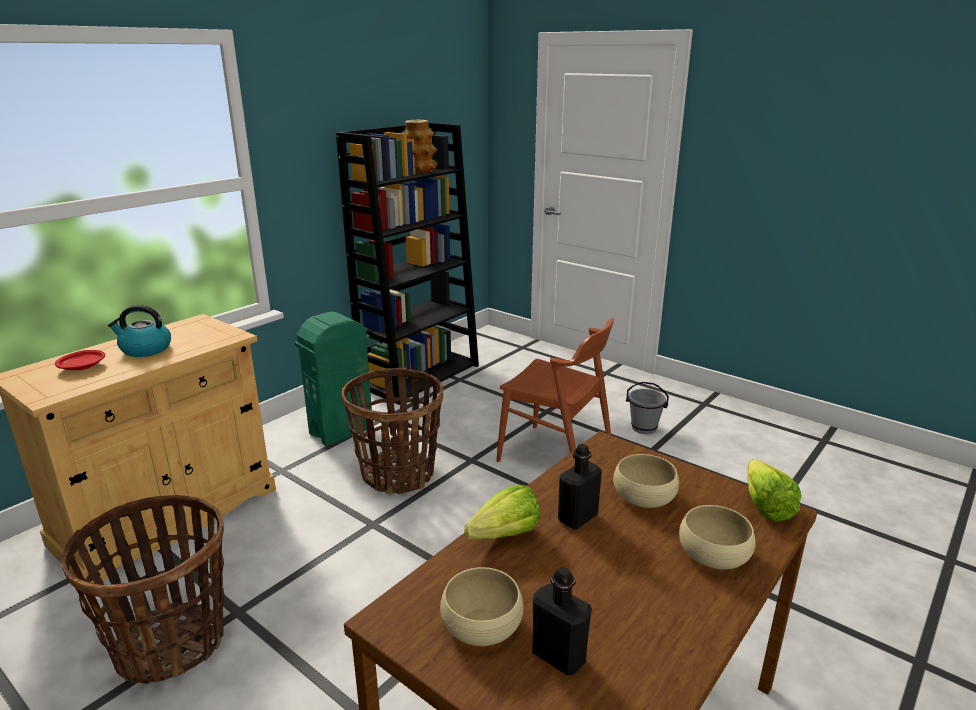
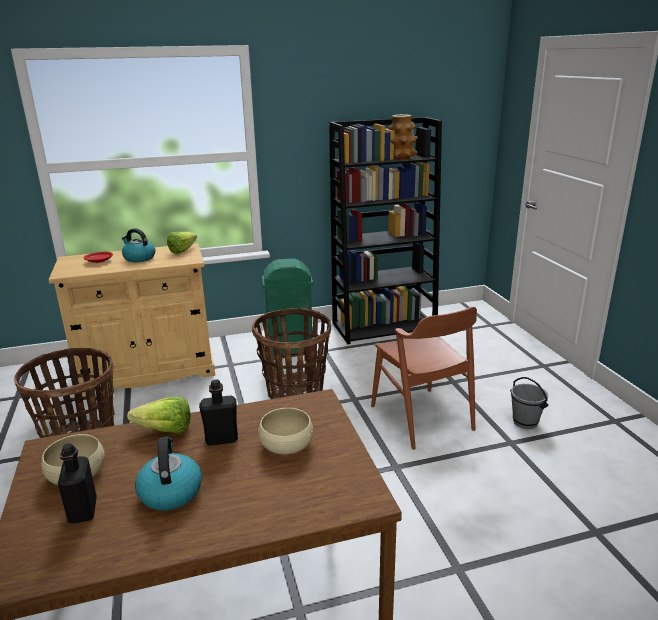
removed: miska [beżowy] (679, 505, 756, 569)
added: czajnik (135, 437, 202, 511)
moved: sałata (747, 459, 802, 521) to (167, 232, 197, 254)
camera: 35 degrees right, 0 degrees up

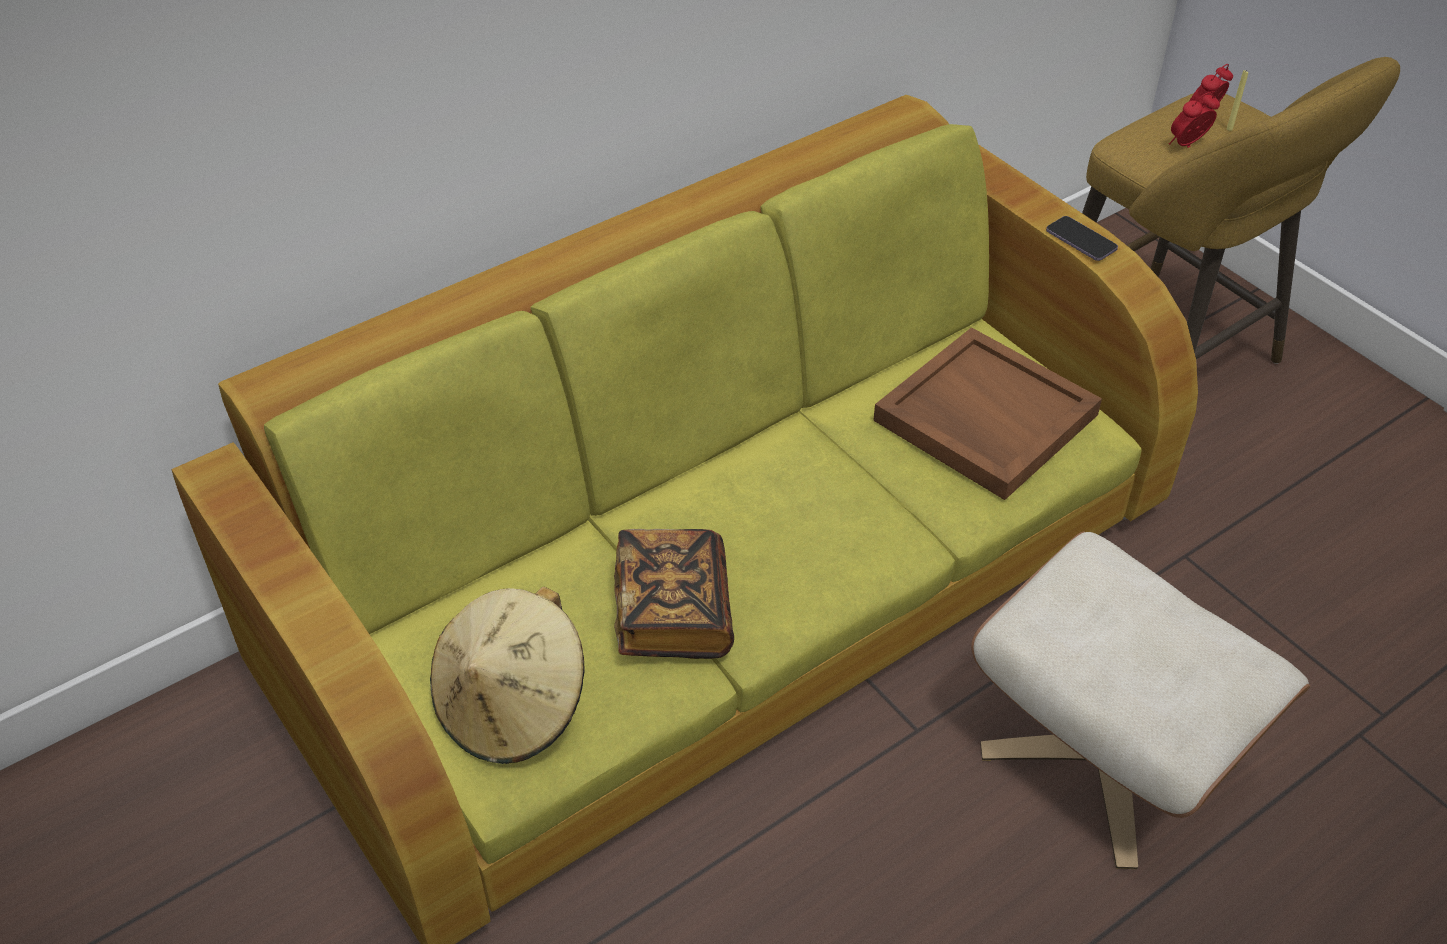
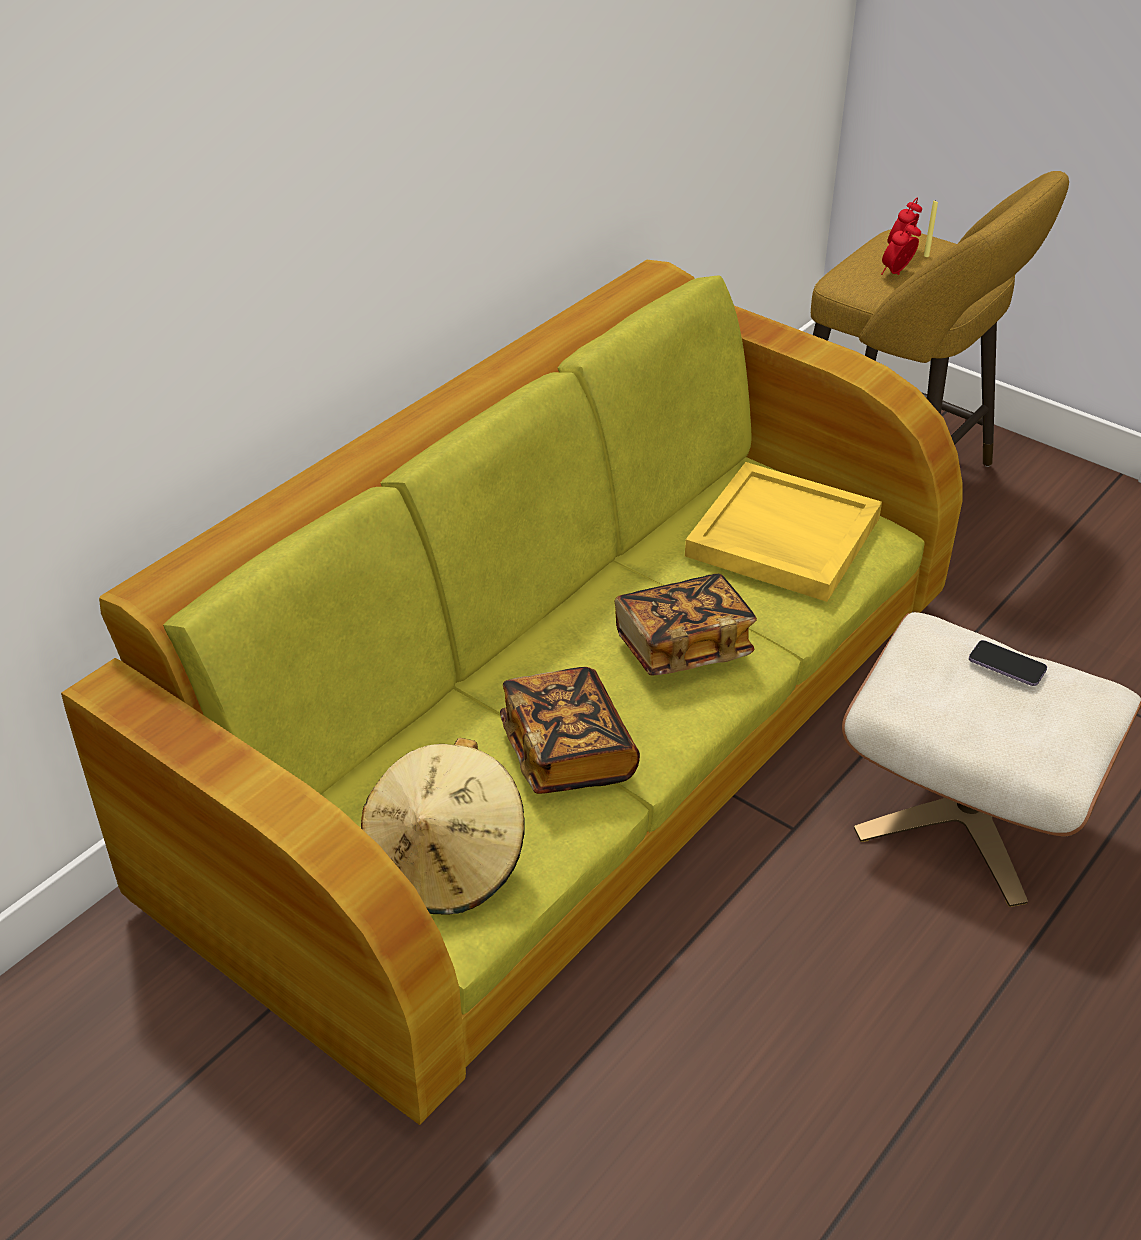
added: książka (615, 574, 757, 676)
moved: telefon (1046, 216, 1118, 261) to (969, 640, 1047, 686)
recoloured: taca [brązowy] (873, 327, 1102, 500) to taca [żółty] (685, 462, 882, 602)
camera: 15 degrees left, 5 degrees down

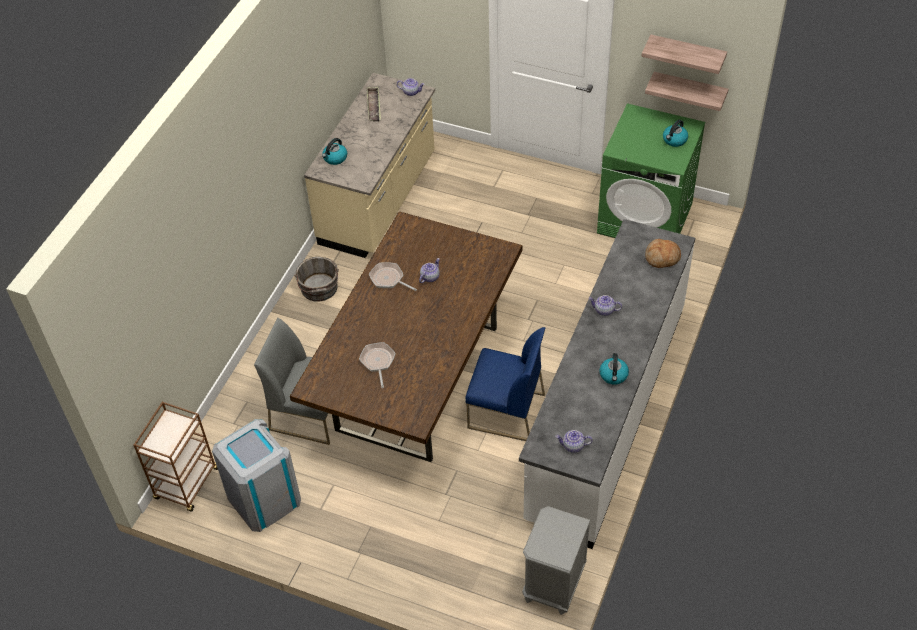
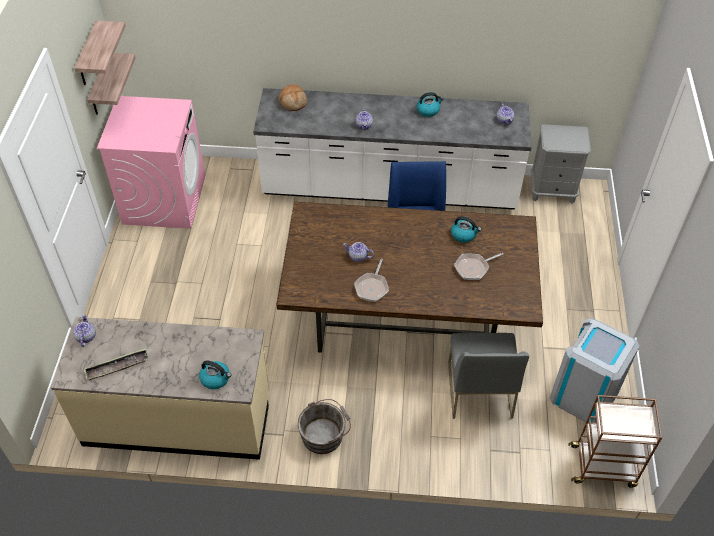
moved: czajnik (663, 120, 688, 147) to (451, 216, 481, 243)
recoloured: pralka [zielony] (597, 103, 705, 238) to pralka [różowy] (97, 96, 205, 229)
camera: 110 degrees left, 0 degrees up

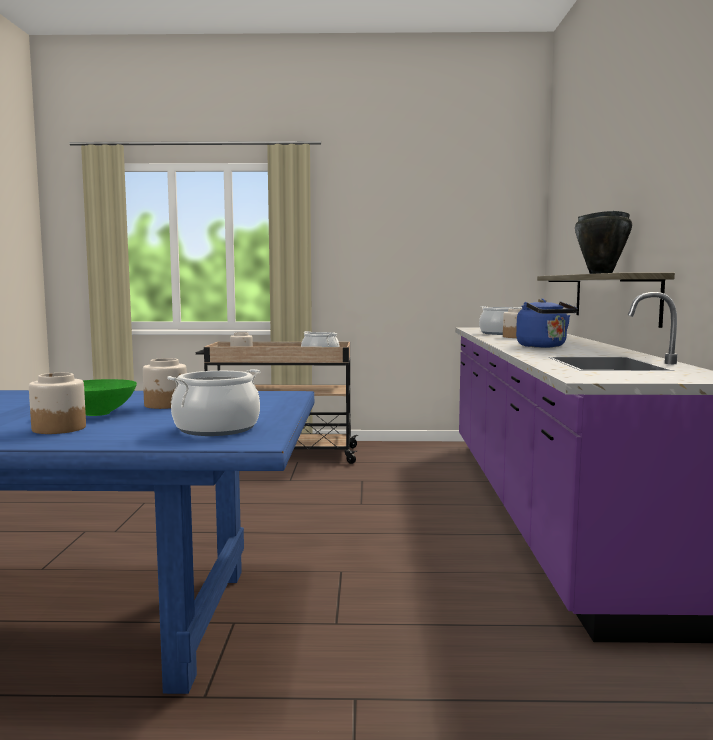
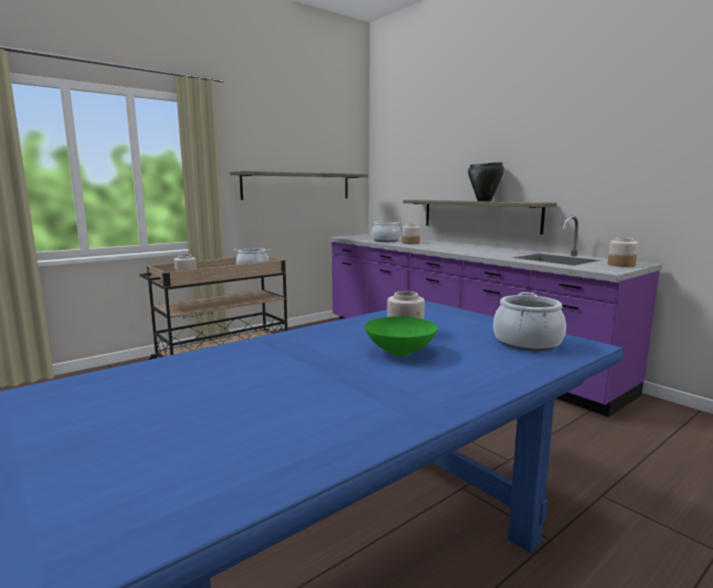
removed: czajnik [niebieski] (516, 299, 578, 348)
added: półka (230, 171, 368, 200)
moved: słoik (29, 373, 86, 434) to (608, 237, 638, 267)
camera: 40 degrees left, 5 degrees up

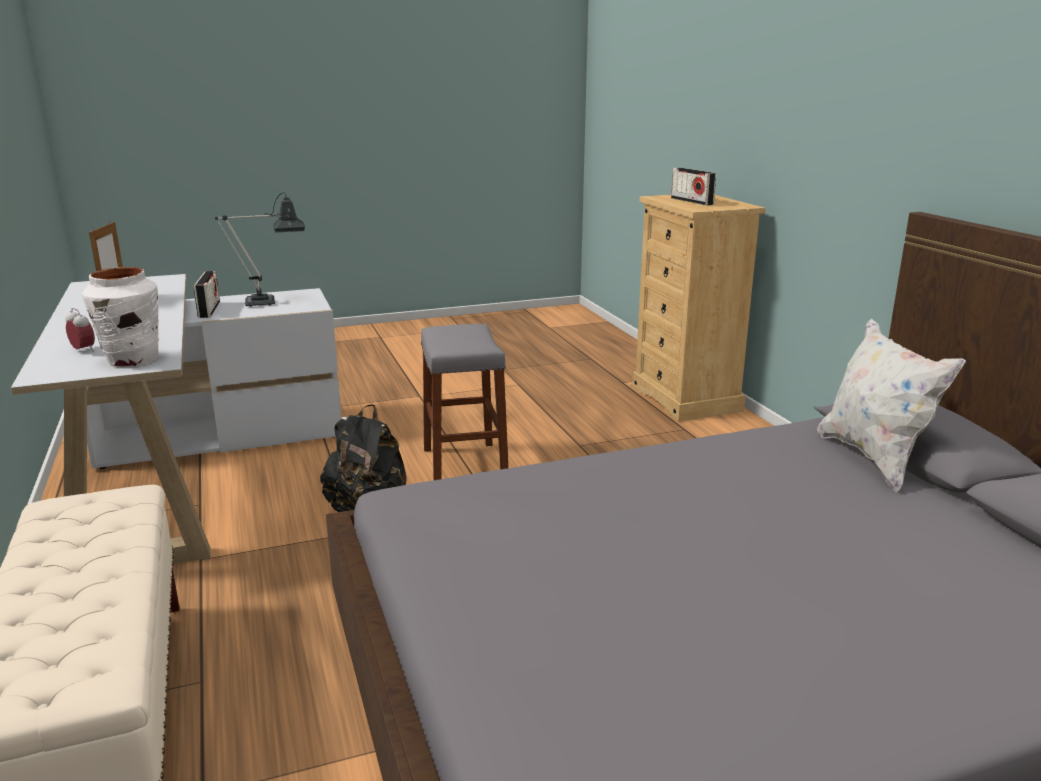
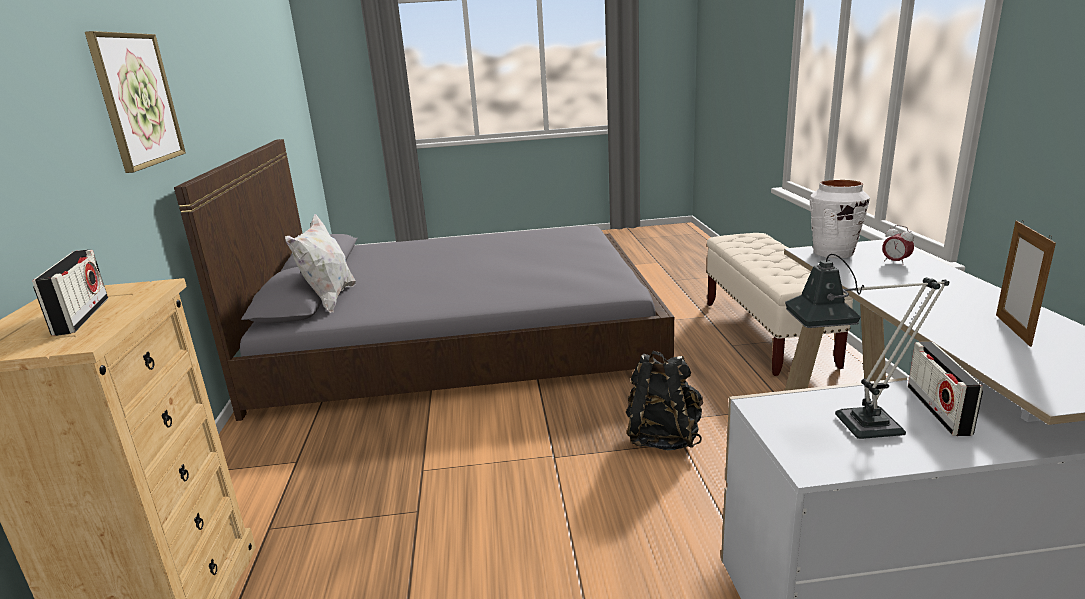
removed: stołek [szary] (421, 324, 509, 480)
added: obraz (85, 31, 186, 173)
camera: 165 degrees left, 0 degrees up

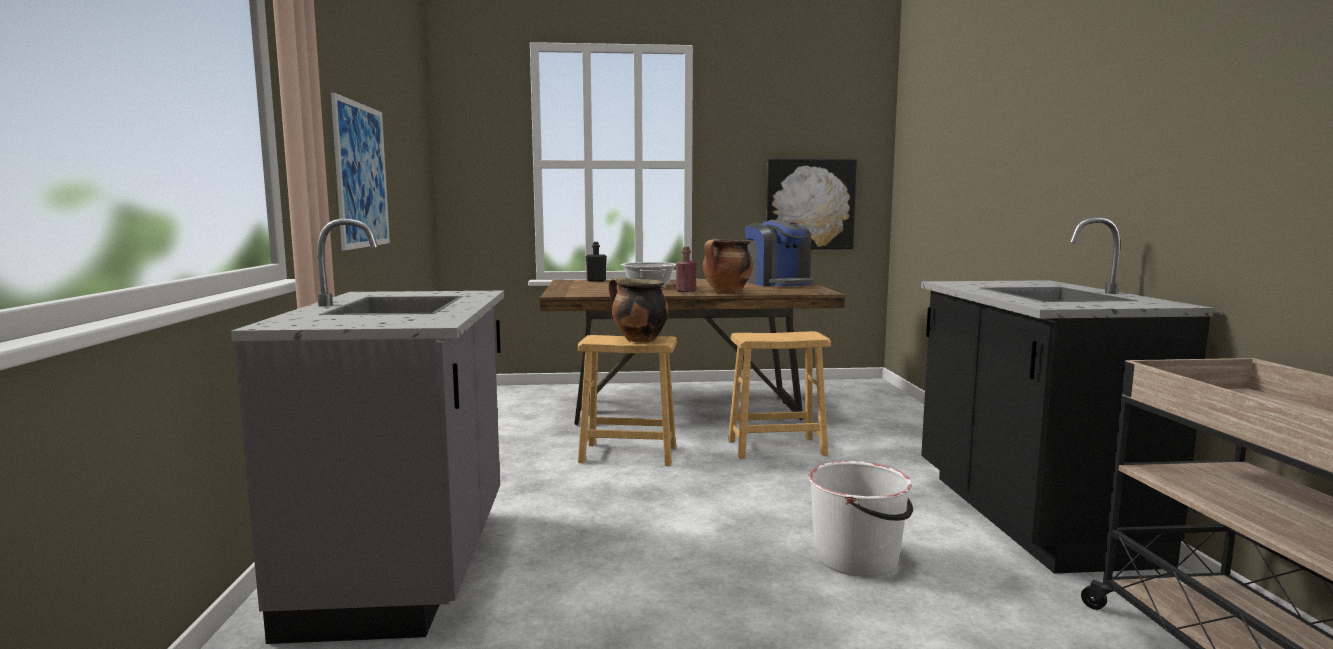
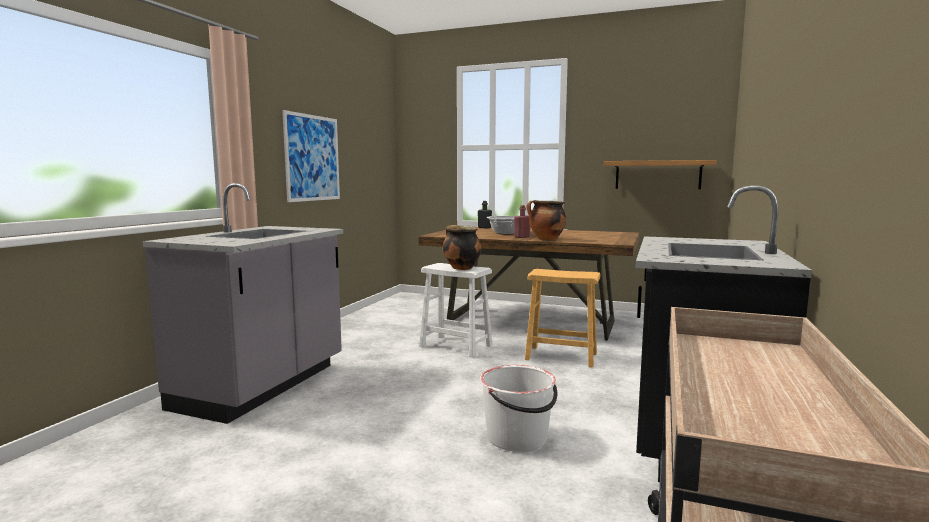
removed: ekspres do kawy (745, 220, 814, 287)
replaced: obraz (767, 159, 857, 249) to półka (604, 160, 717, 189)
recoloured: stołek [brązowy] (578, 335, 677, 466) to stołek [biały] (419, 263, 493, 357)
camera: 25 degrees right, 0 degrees up

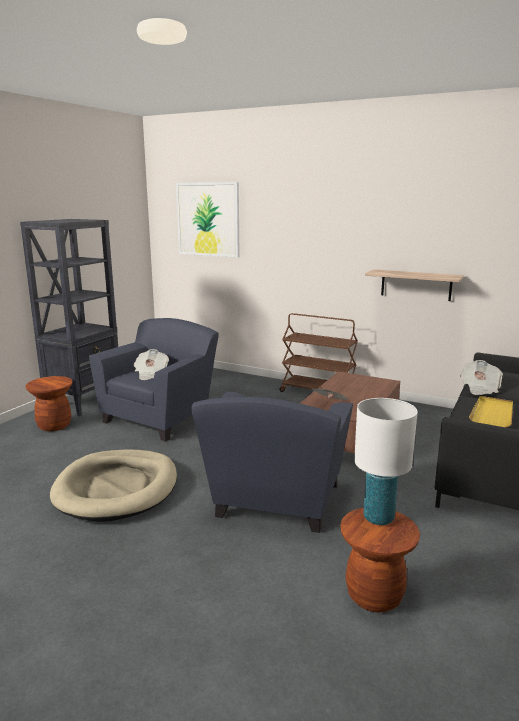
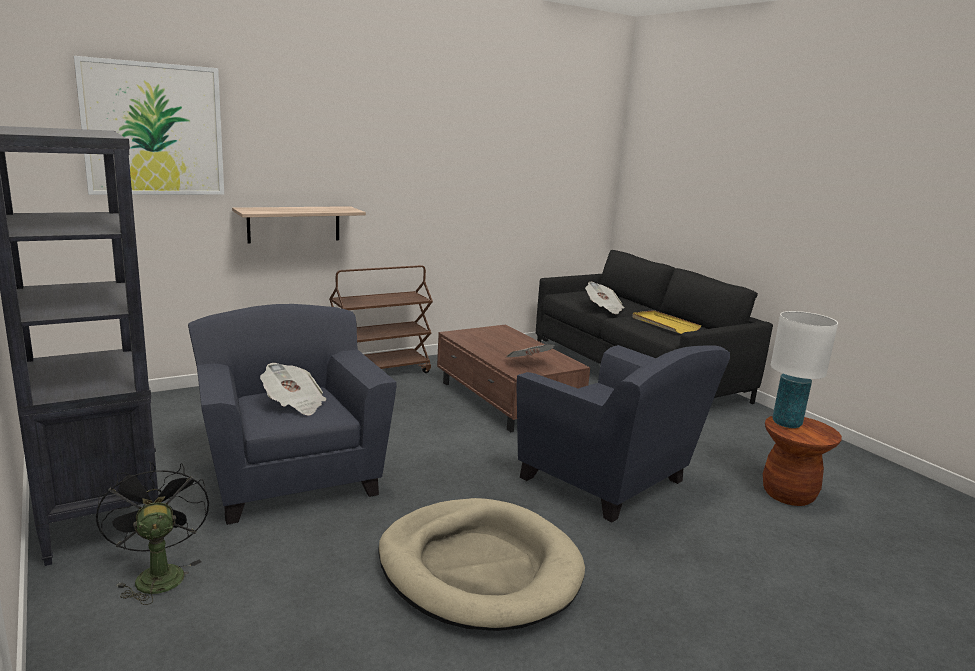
moved: półka (365, 269, 464, 301) to (232, 206, 366, 244)
replaced: stołek [brązowy] (26, 376, 73, 431) to wentylator [czarny] (96, 461, 209, 605)
camera: 60 degrees left, 0 degrees up

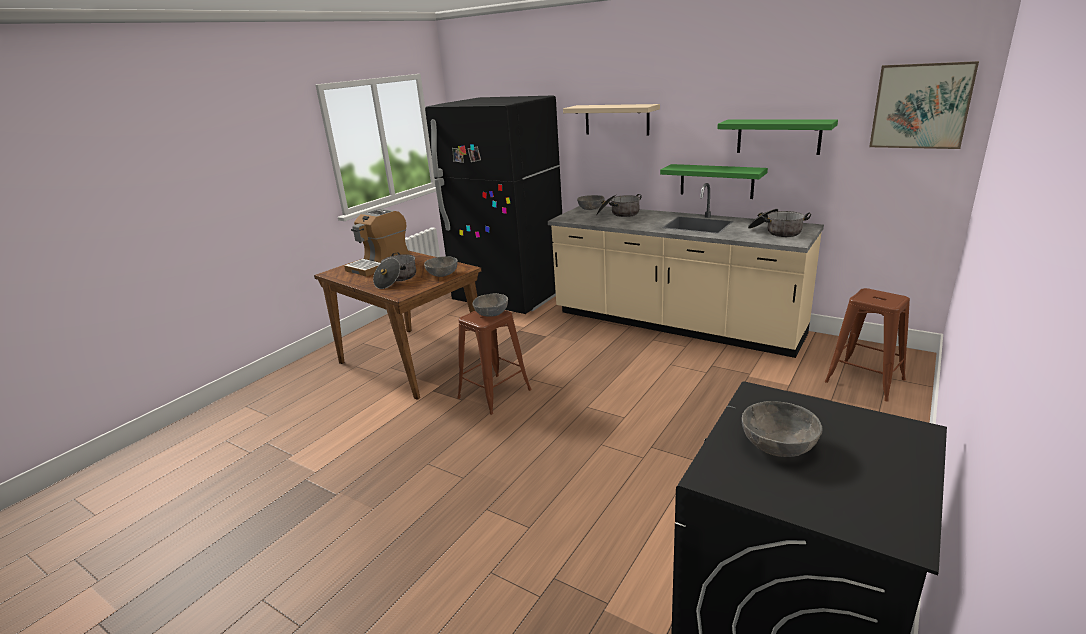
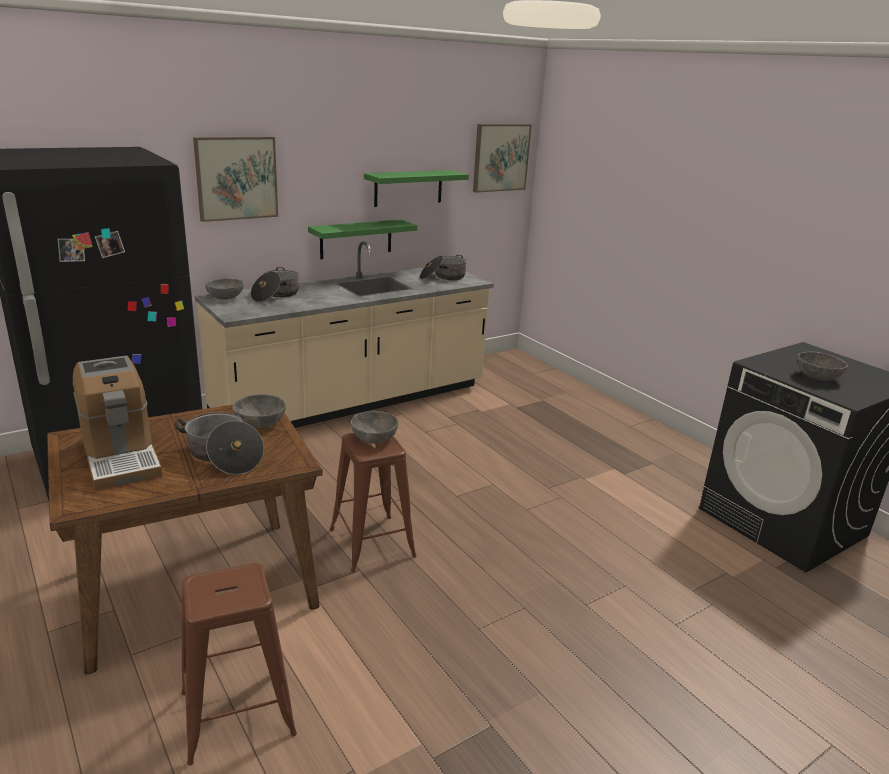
moved: stołek [brązowy] (825, 288, 910, 401) to (181, 563, 297, 766)
replaced: półka [beżowy] (563, 104, 660, 135) to obraz (193, 137, 278, 222)
camera: 70 degrees left, 0 degrees up

